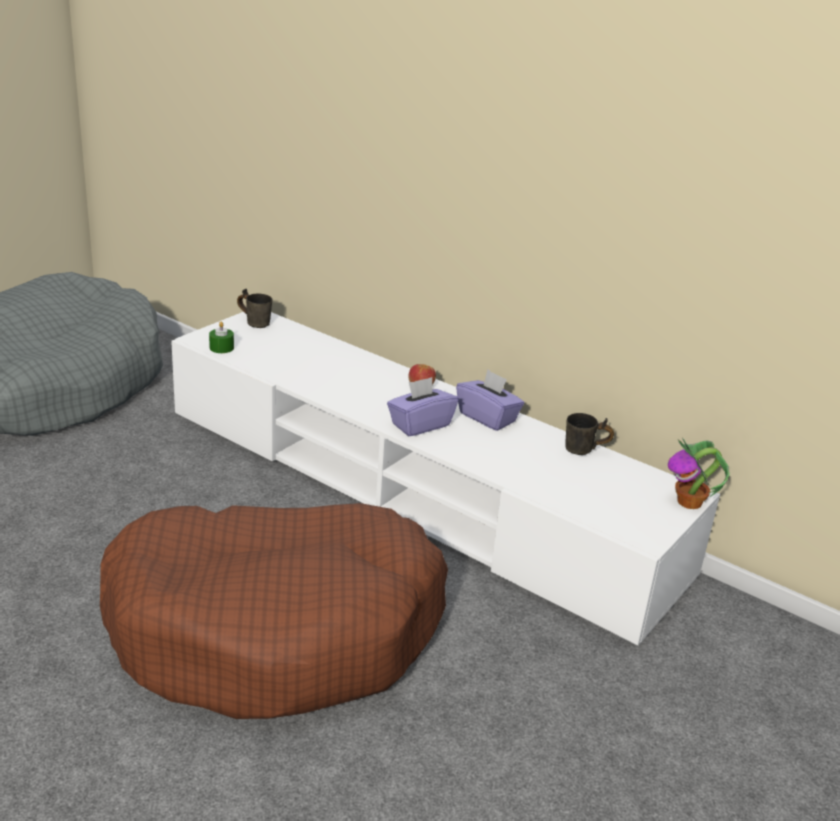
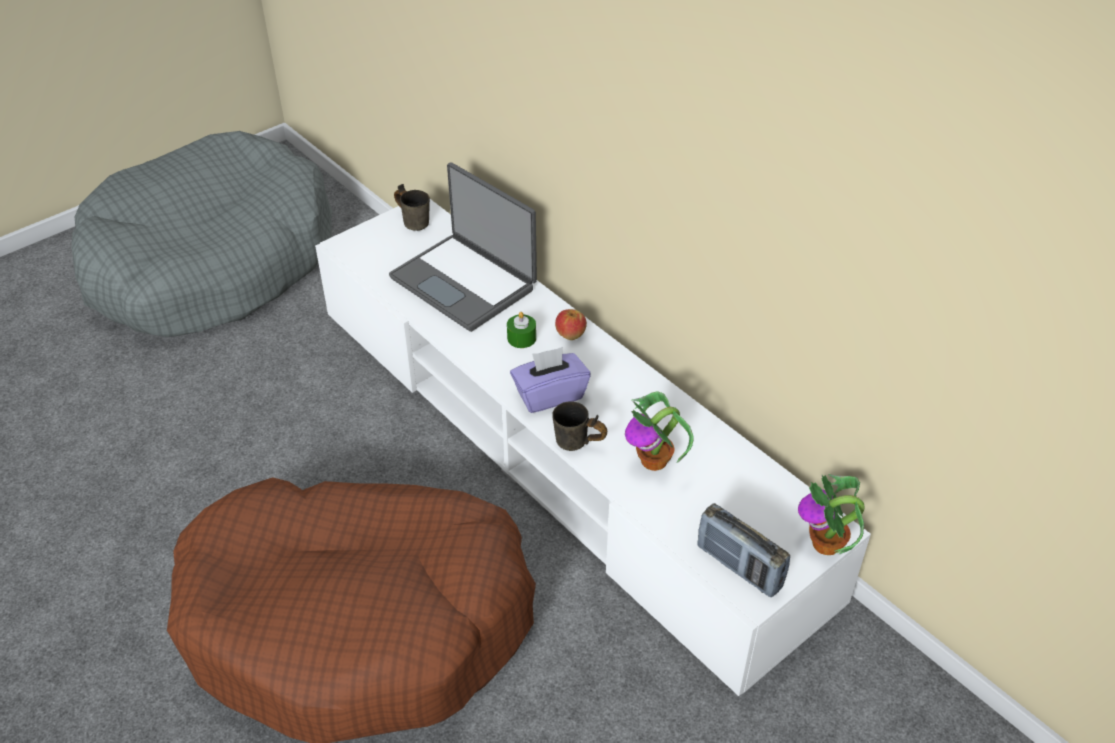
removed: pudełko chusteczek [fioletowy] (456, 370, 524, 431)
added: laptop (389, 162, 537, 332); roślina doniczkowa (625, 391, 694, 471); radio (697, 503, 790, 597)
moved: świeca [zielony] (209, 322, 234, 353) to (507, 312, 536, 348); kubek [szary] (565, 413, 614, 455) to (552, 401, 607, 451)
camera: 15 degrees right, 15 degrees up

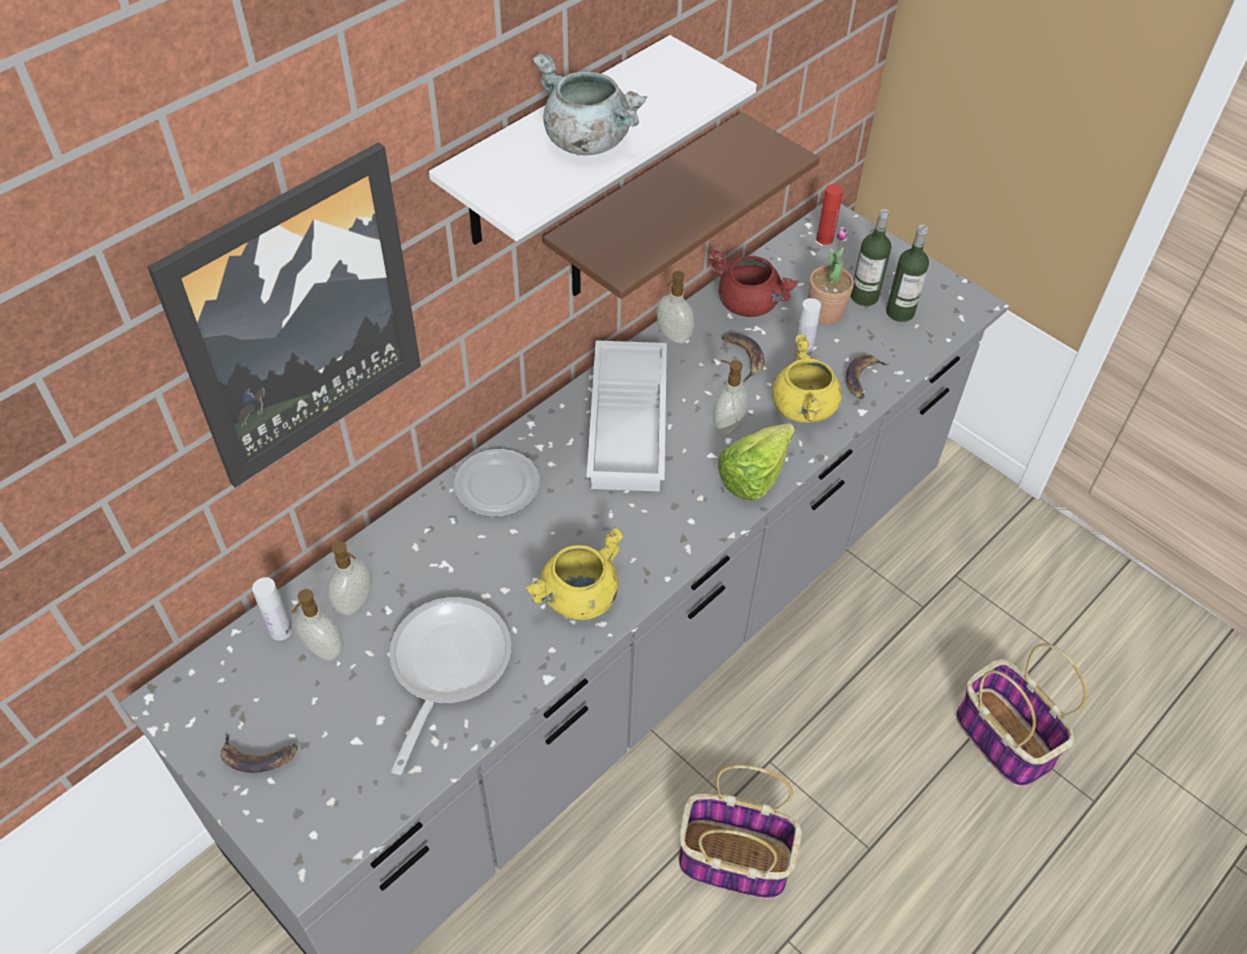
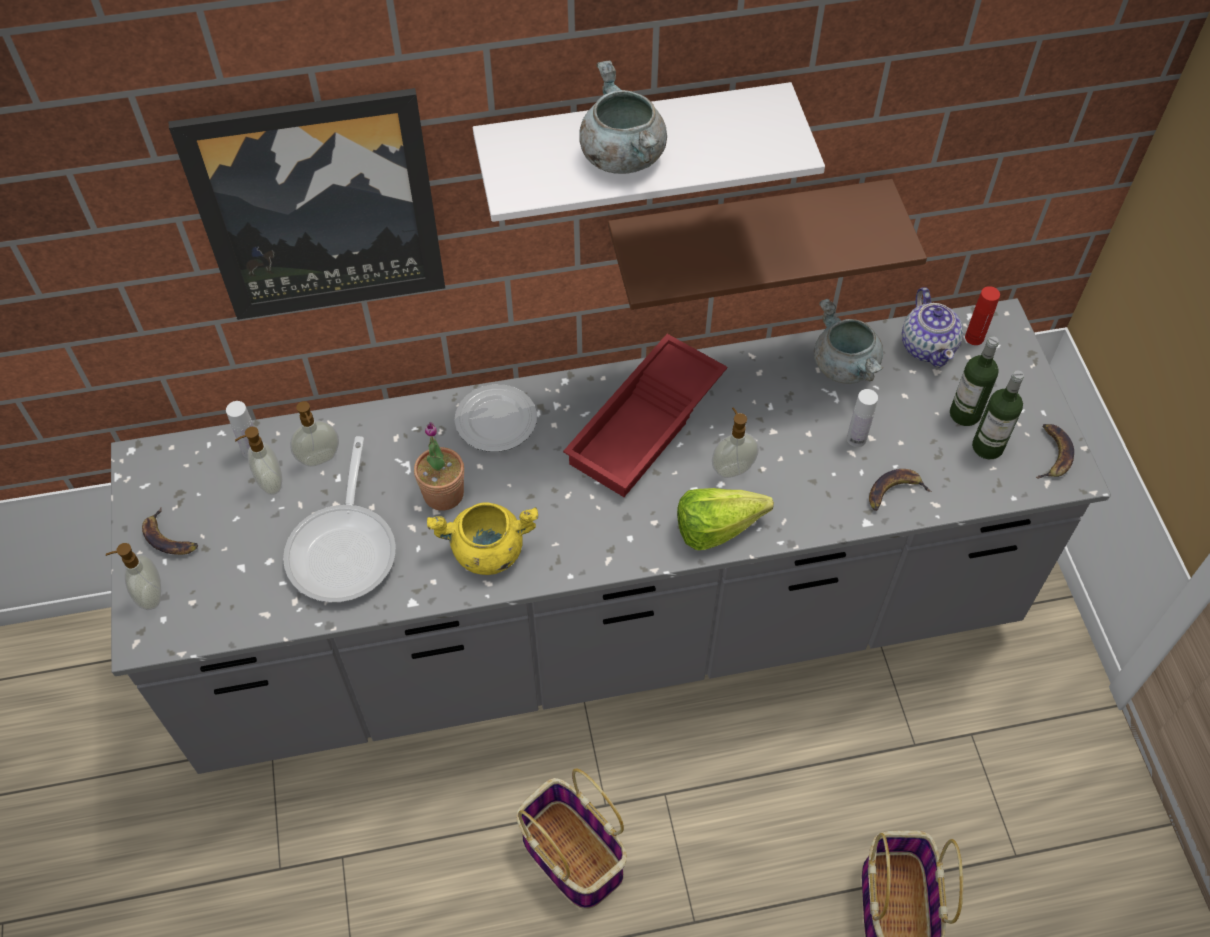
removed: garnek [żółty] (772, 335, 842, 423)
added: imbryk (902, 287, 963, 368)
moved: dozownik mydła (657, 271, 694, 344) to (106, 543, 161, 610); banan (722, 333, 765, 382) to (1036, 424, 1074, 479); roślina doniczkowa (808, 227, 854, 324) to (414, 422, 464, 510)
recoloured: taca [biały] (587, 340, 667, 491) to taca [czerwony] (563, 334, 727, 497); garnek [czerwony] (708, 250, 798, 317) to garnek [szary] (814, 298, 883, 384)
turned: patelnia (390, 597, 511, 775) = (283, 436, 396, 602) 135 degrees clockwise
camera: 35 degrees right, 5 degrees up

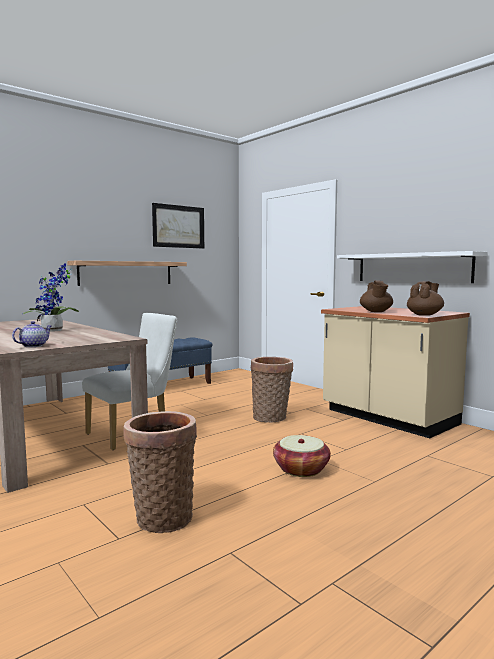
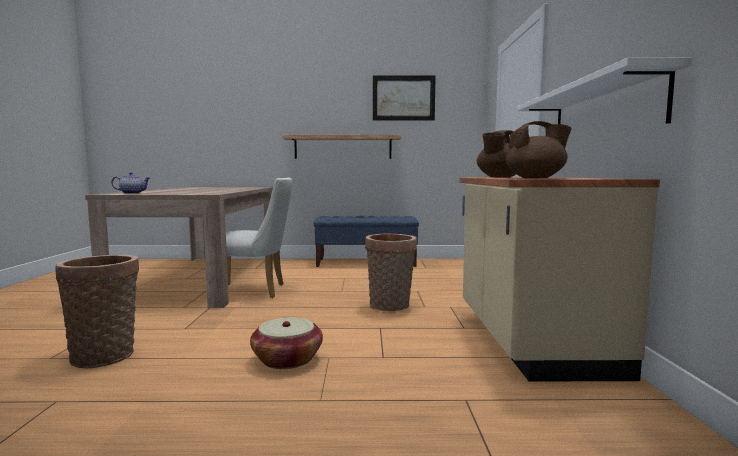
removed: roślina doniczkowa (22, 263, 79, 332)
camera: 40 degrees right, 0 degrees up

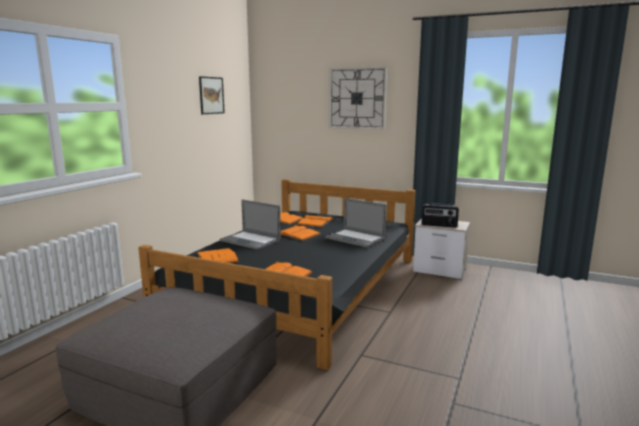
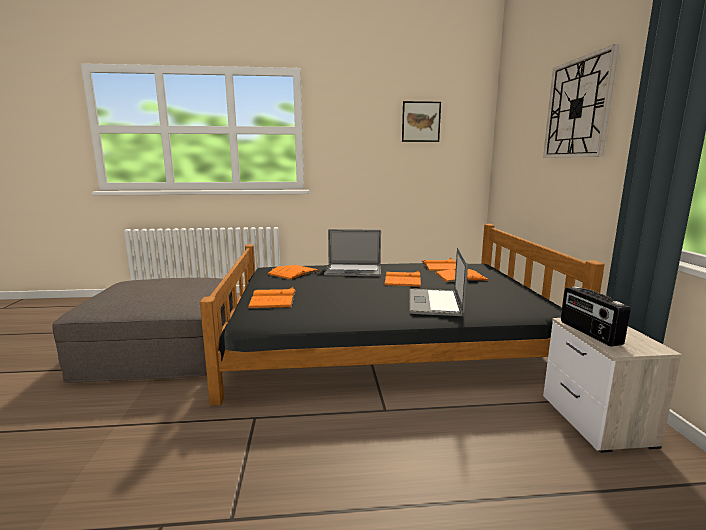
turned: laptop (219, 200, 281, 250) = (324, 229, 381, 276) 90 degrees counterclockwise
camera: 60 degrees right, 0 degrees up

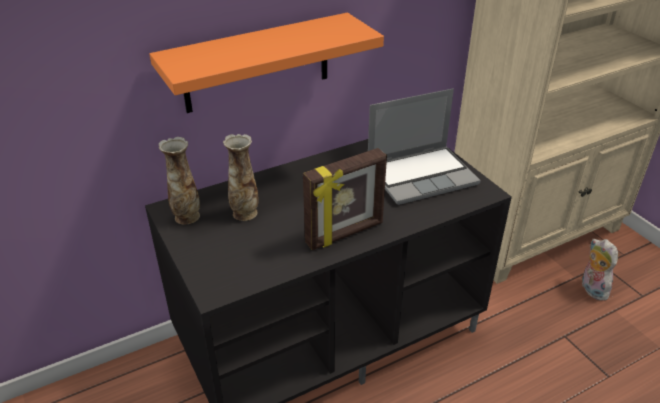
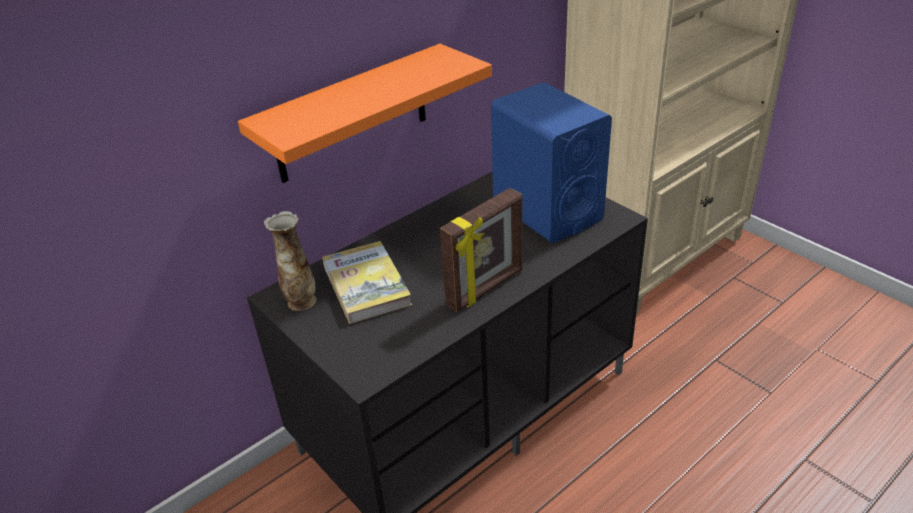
removed: pluszak (582, 239, 618, 301)
replaced: wazon (223, 134, 258, 221) to książka (322, 241, 412, 324); laptop (368, 89, 481, 205) to głośnik [niebieski] (491, 82, 612, 243)
camera: 10 degrees left, 0 degrees up

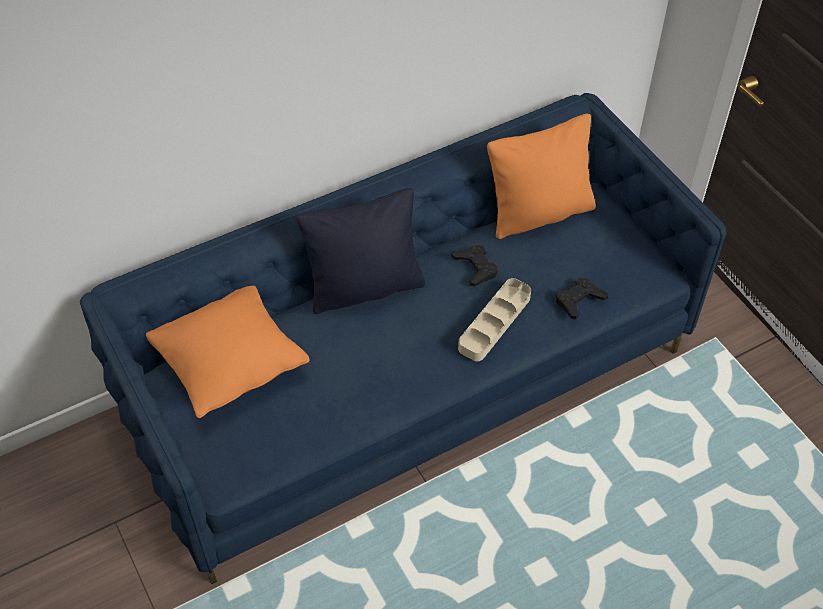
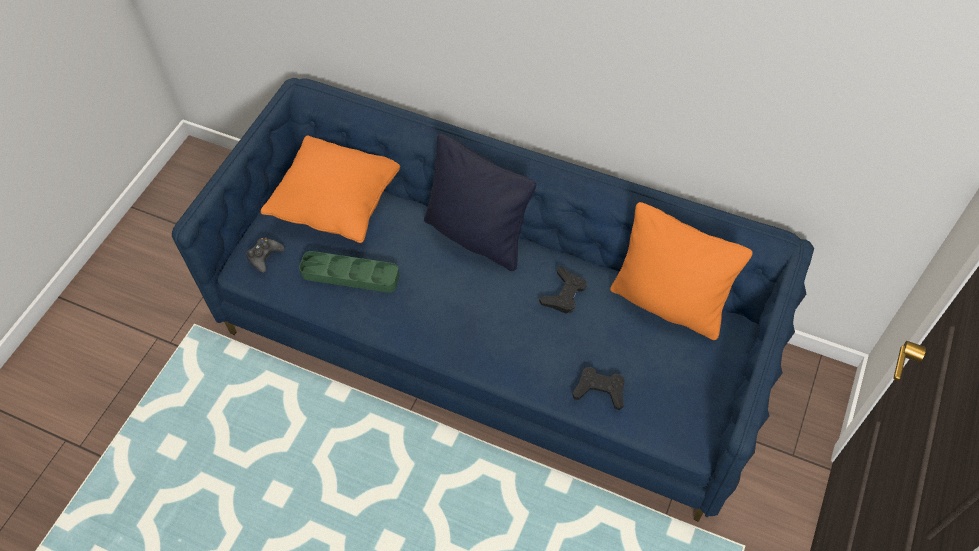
removed: taca [beżowy] (458, 278, 531, 361)
added: pad do gier [czarny] (246, 238, 285, 273); taca [zielony] (299, 251, 400, 293)
camera: 55 degrees right, 5 degrees up

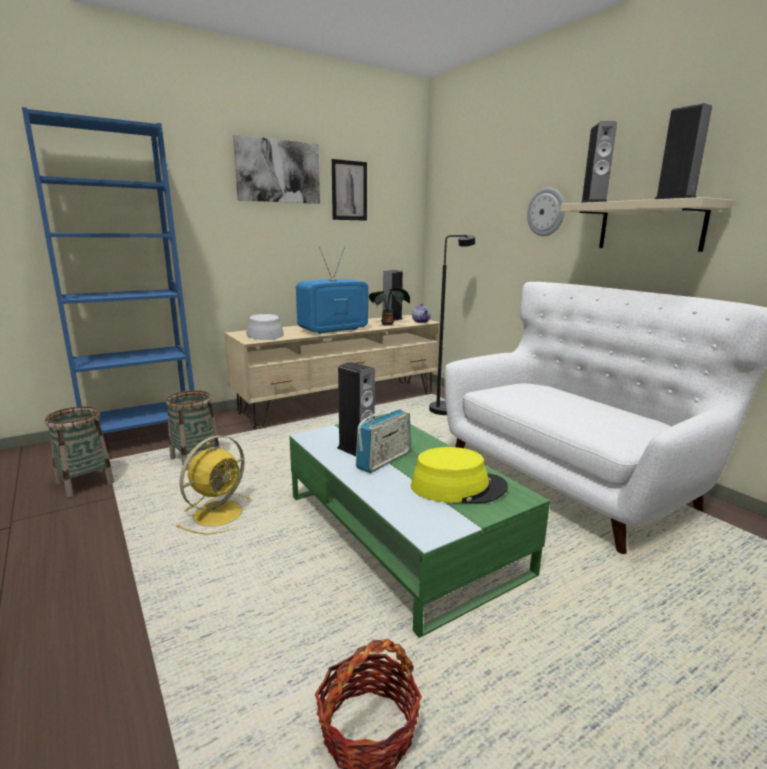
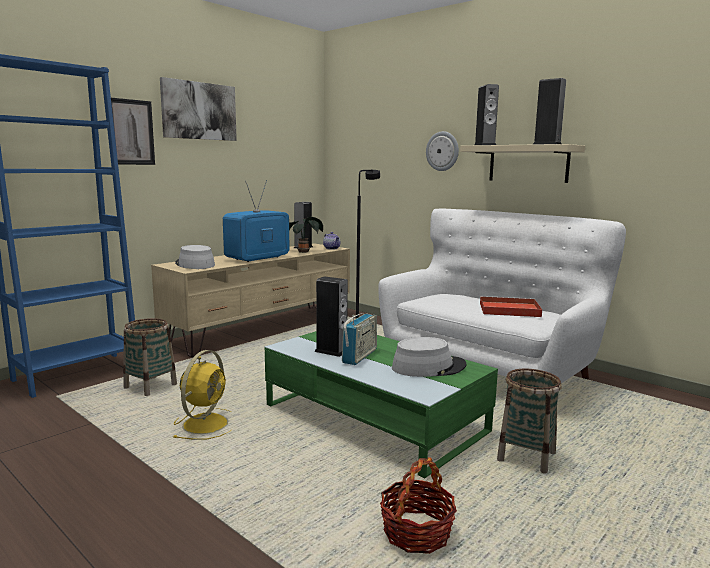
added: taca [czerwony] (480, 296, 542, 317)
moved: koszyk (45, 406, 114, 498) to (497, 368, 562, 474); obraz (332, 159, 367, 221) to (111, 98, 155, 165)
recoloured: kapelusz [żółty] (411, 447, 508, 504) to kapelusz [szary] (392, 337, 467, 377)
camera: 15 degrees left, 5 degrees down

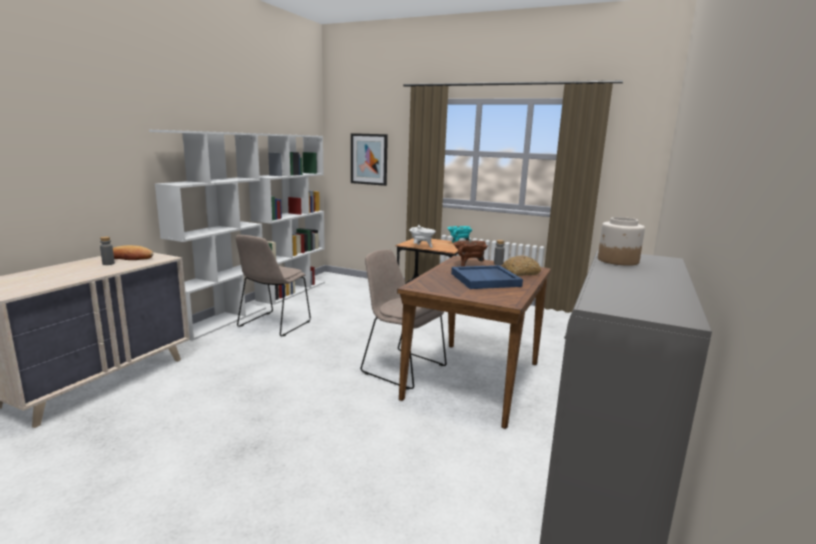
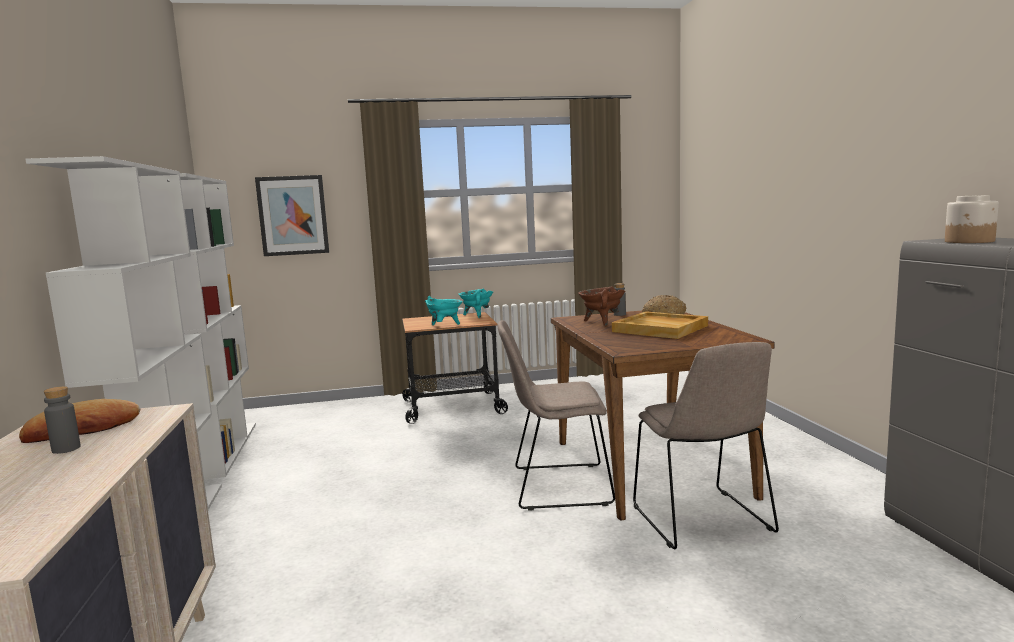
moved: krzesło [beżowy] (236, 235, 311, 336) to (633, 342, 779, 549)
recoloured: garnek [biały] (409, 225, 436, 248) to garnek [turkusowy] (425, 296, 463, 325); taca [niebieski] (451, 265, 523, 289) to taca [beżowy] (612, 311, 708, 339)
camera: 35 degrees left, 5 degrees down

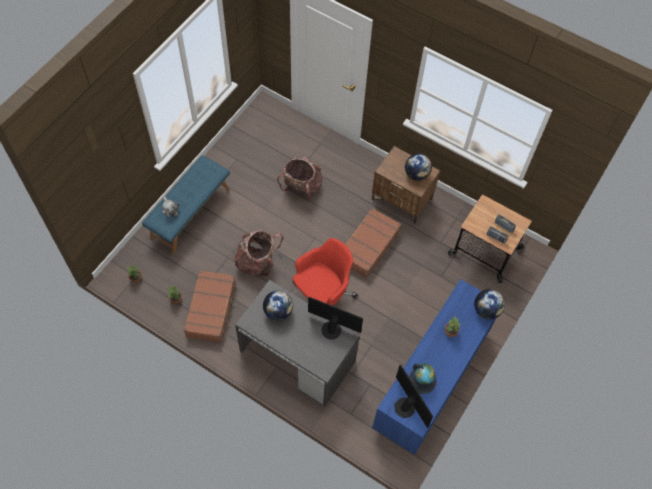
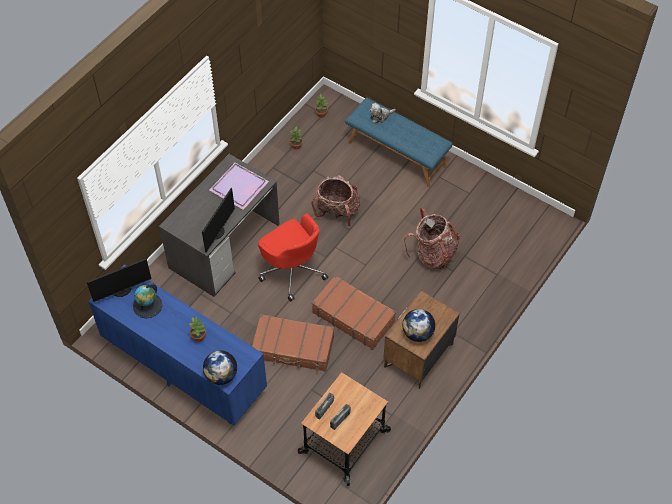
moved: walizka [brązowy] (184, 270, 237, 343) to (252, 314, 334, 372)
replaced: globus (263, 291, 293, 321) to taca [fioletowy] (209, 163, 269, 210)
camera: 95 degrees right, 5 degrees down

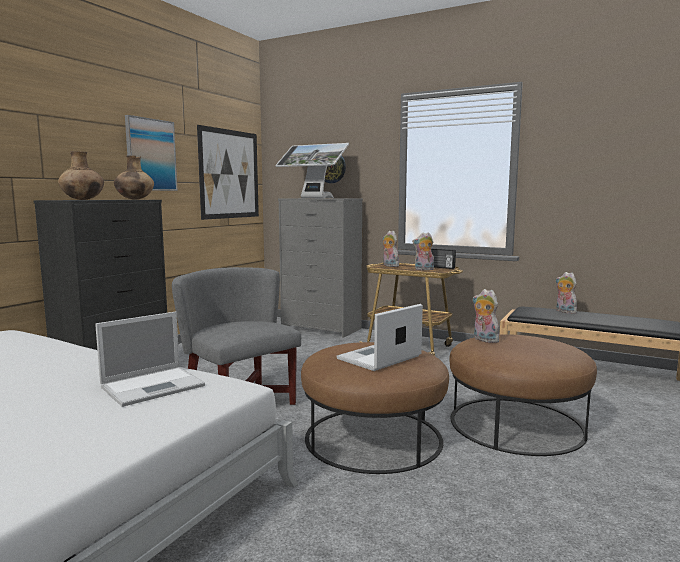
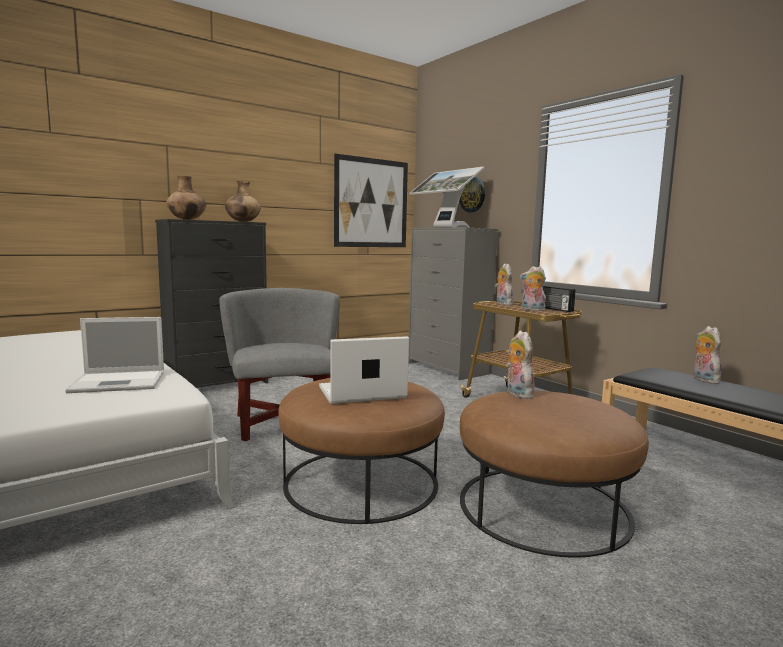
removed: obraz (125, 115, 178, 191)
camera: 25 degrees right, 0 degrees up

